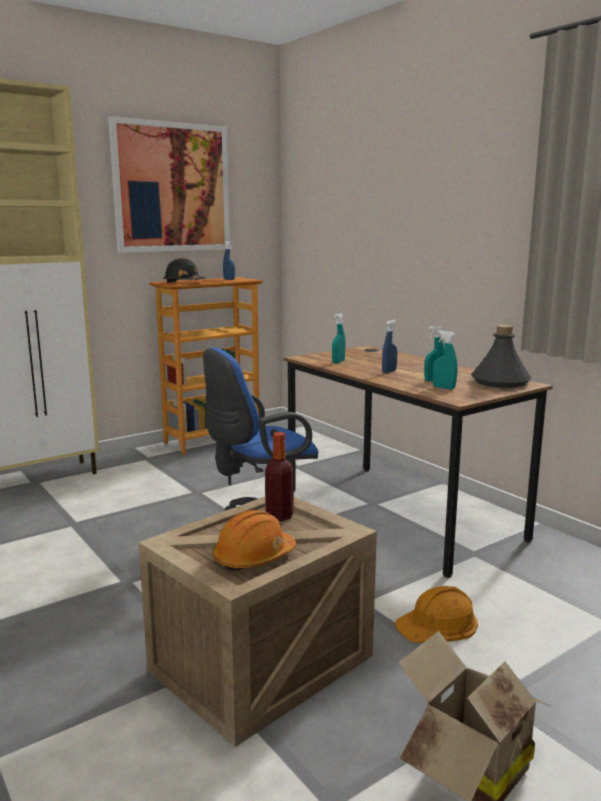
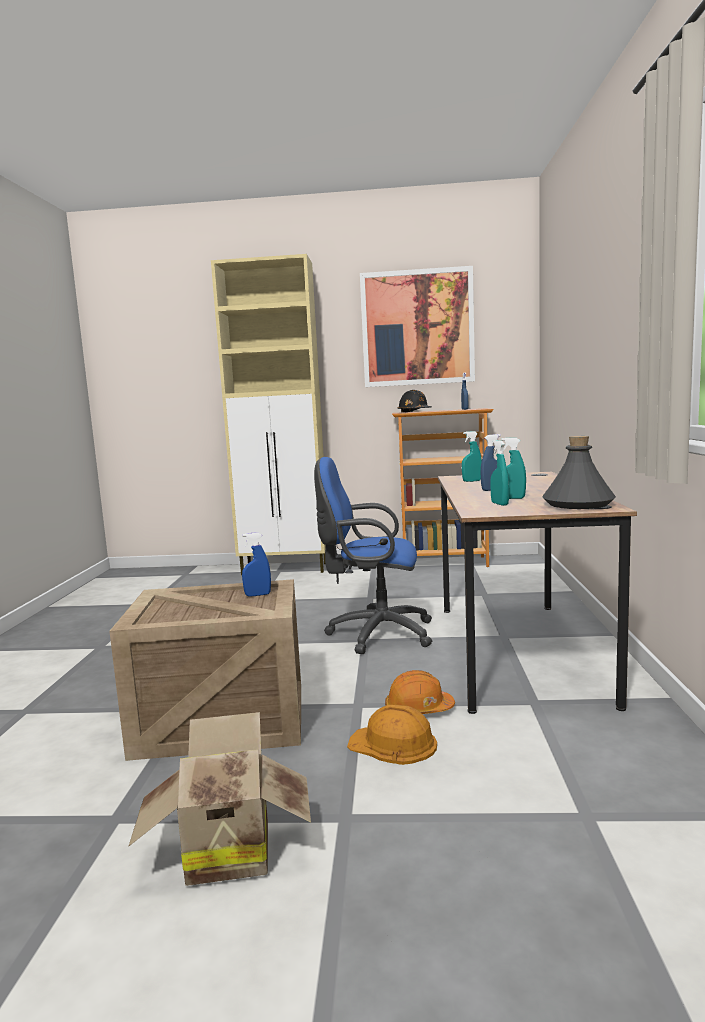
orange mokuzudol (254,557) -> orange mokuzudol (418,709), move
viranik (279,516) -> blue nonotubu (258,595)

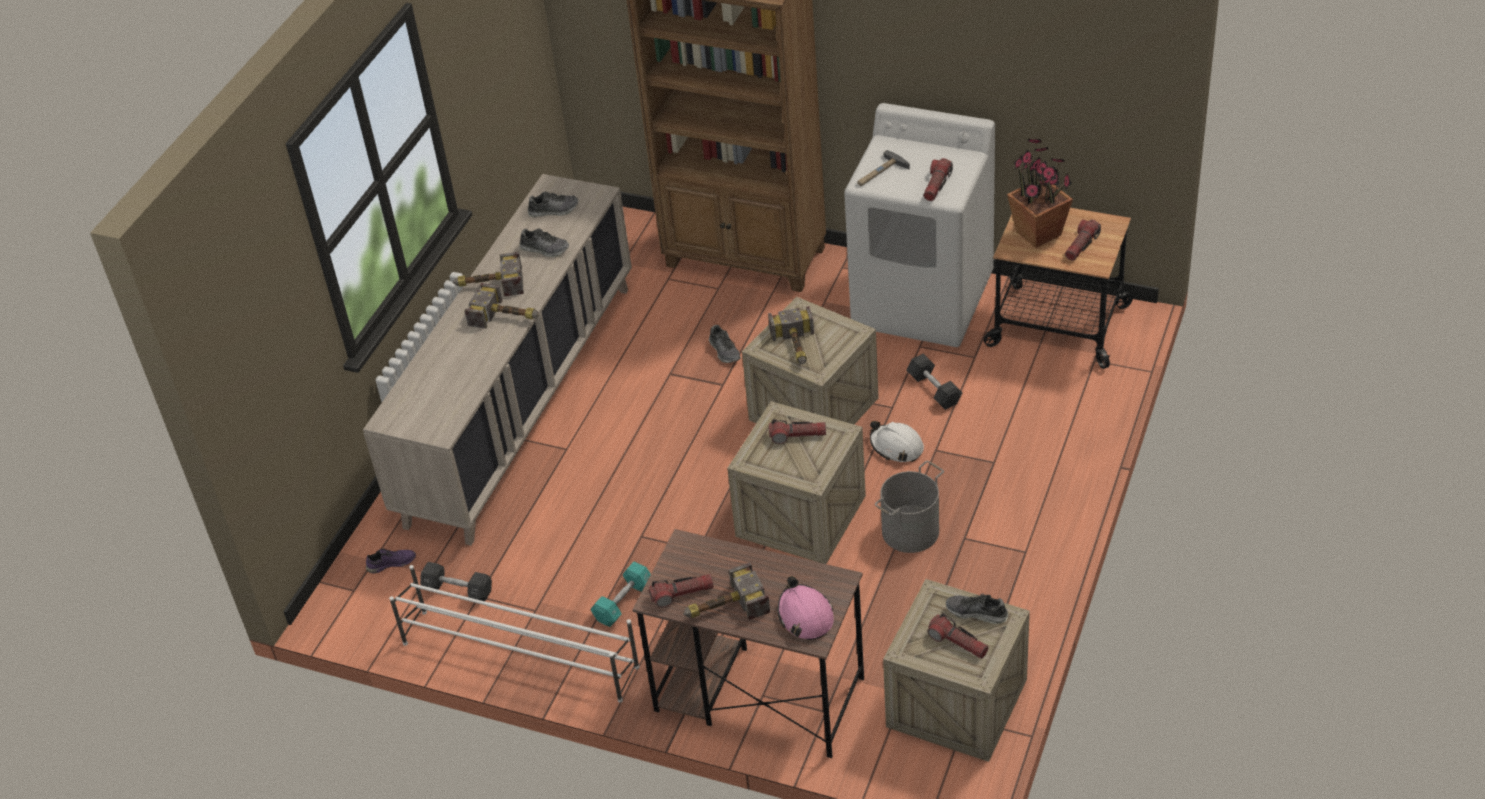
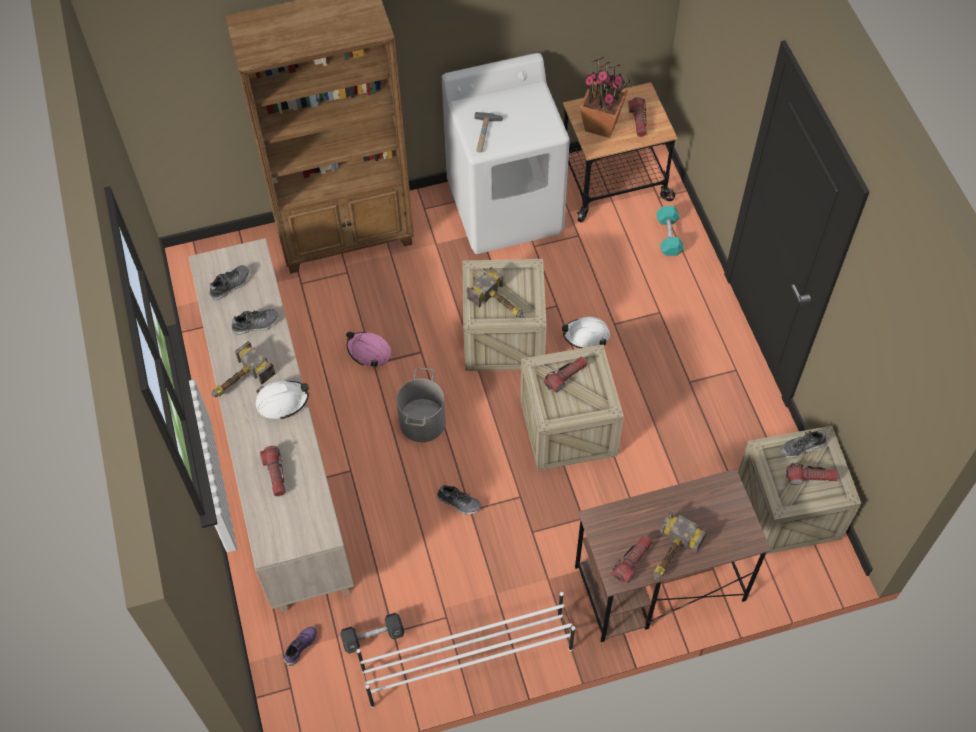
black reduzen (934,390) -> none
turquoise reduzen (623,602) -> turquoise reduzen (668,236), move
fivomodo (724,351) -> fivomodo (459,502), move
pink mokuzudol (805,616) -> pink mokuzudol (369,351), move
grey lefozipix (911,531) -> grey lefozipix (423,421), move
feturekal (936,185) -> feturekal (275,474), move
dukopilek (508,317) -> white mokuzudol (282,401)

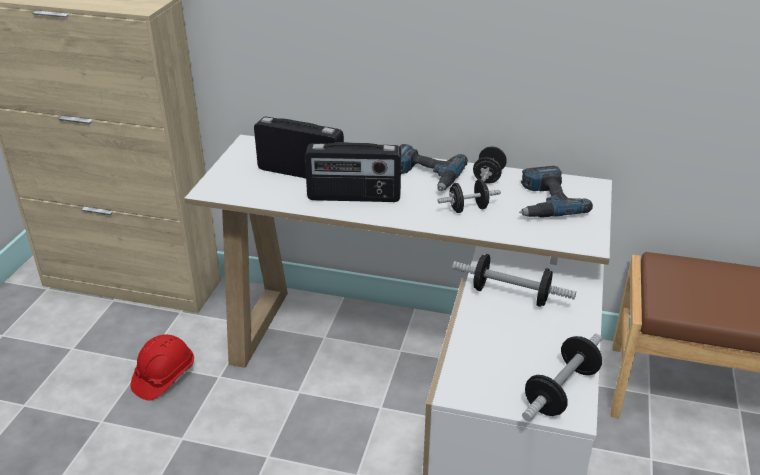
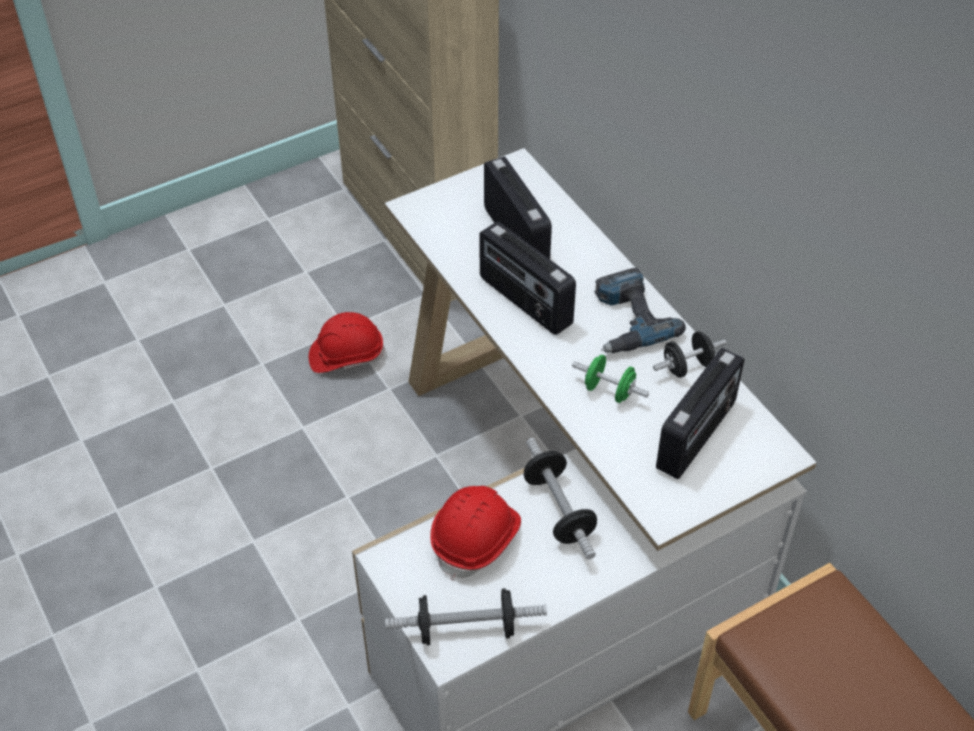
none -> red mokuzudol (476,539)
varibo (544,201) -> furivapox (697,436)
black reduzen (468,209) -> green reduzen (609,391)

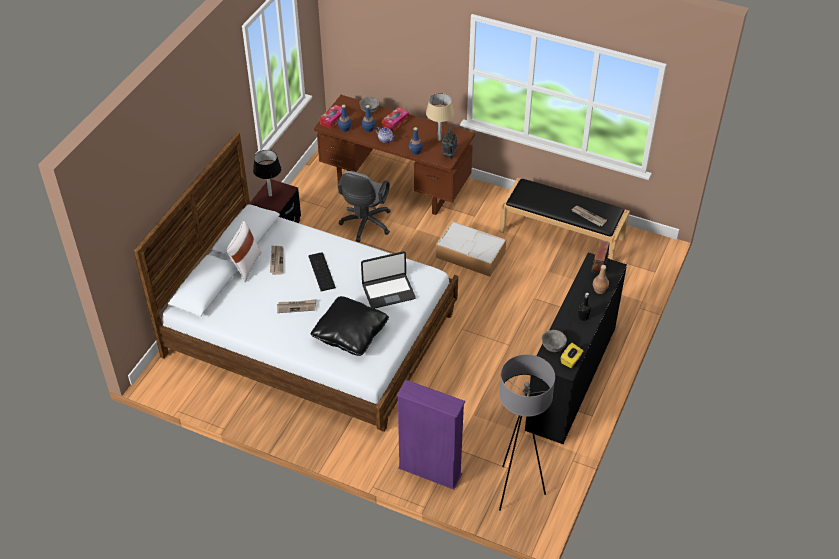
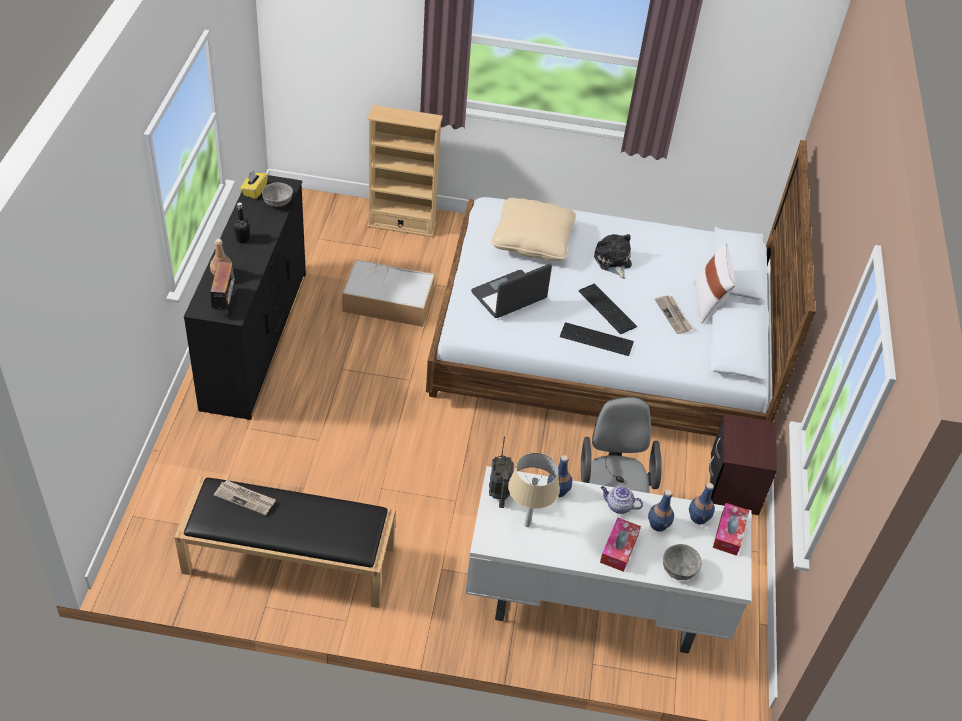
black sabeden (270,195) -> none
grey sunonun (515,489) -> none
none -> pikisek (597,340)
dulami (471,255) -> dulami (387,301), move
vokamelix (296,307) -> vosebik (613,261)
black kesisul (350,333) -> beige kesisul (532,240)
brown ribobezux (396,186) -> white ribobezux (593,606)
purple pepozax (430,471) -> beige pepozax (402,225)

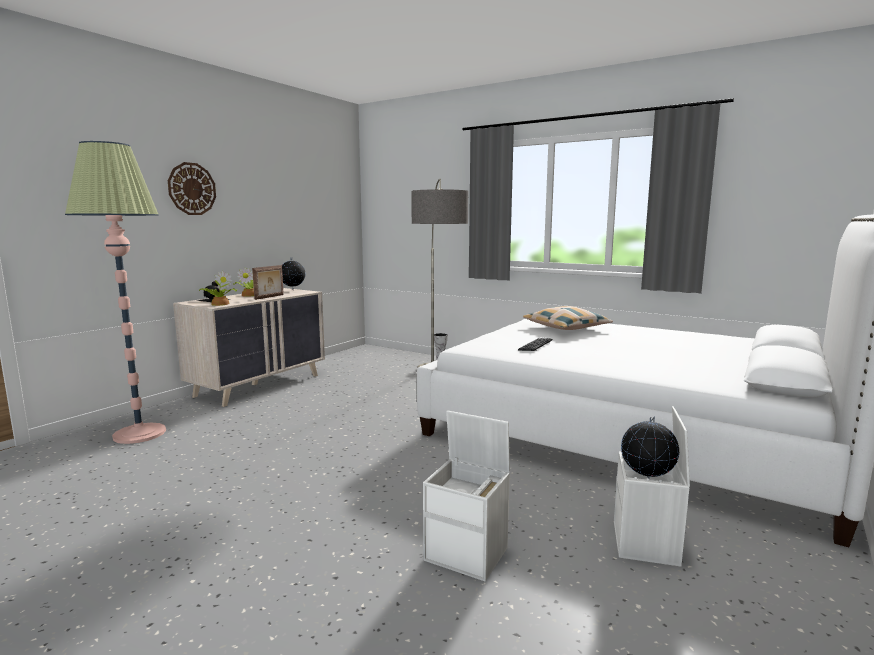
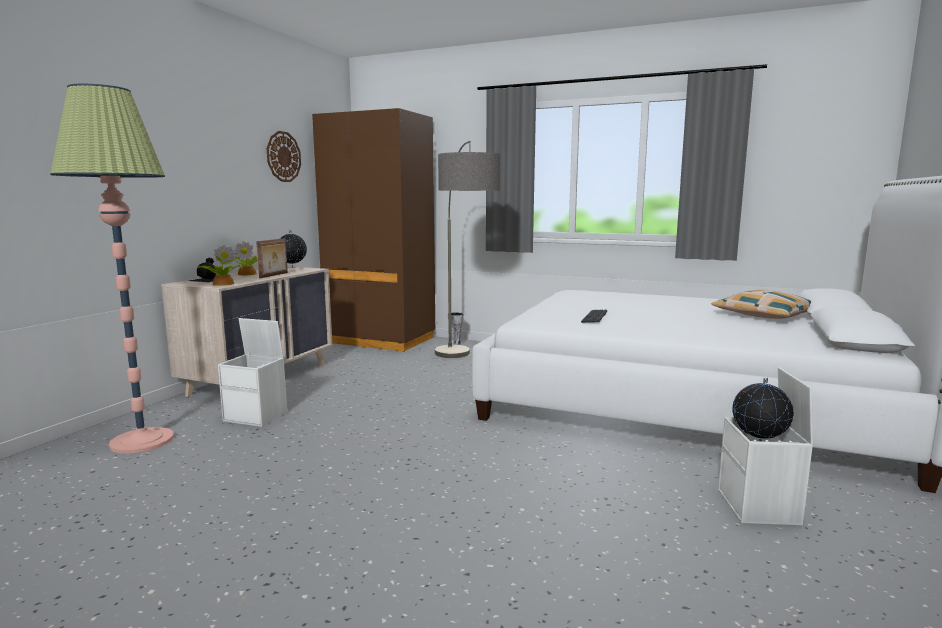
none -> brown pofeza (380,340)
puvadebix (192,189) -> puvadebix (283,156), move
white dulami (468,554) -> white dulami (257,416), move
kesisul (566,327) -> kesisul (764,315), move

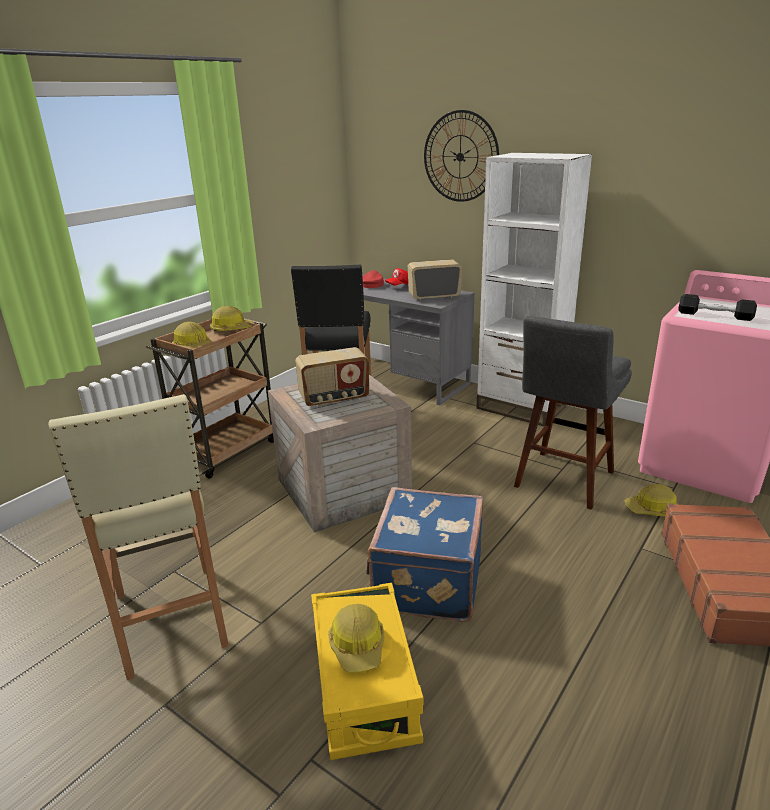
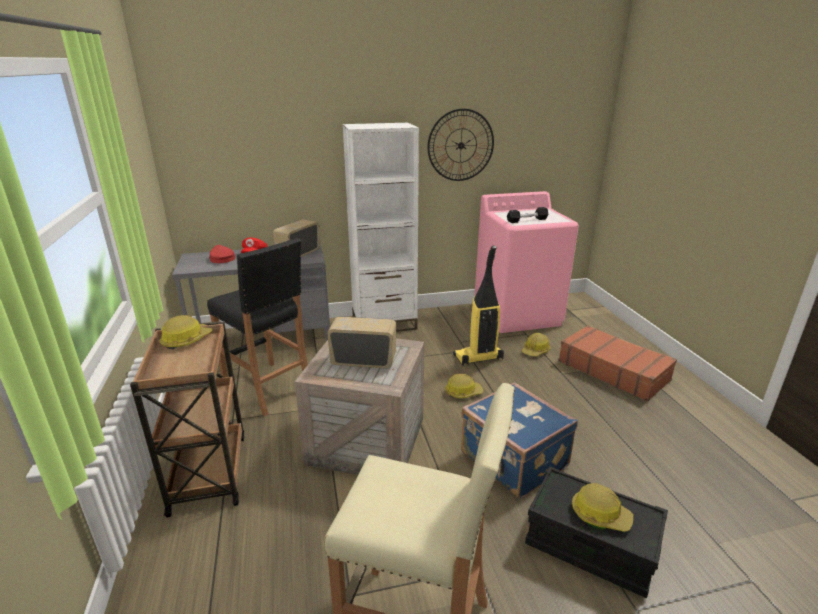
mokuzudol (194,347) -> mokuzudol (463,392), move
puvadebix (460,157) -> puvadebix (461,145), move
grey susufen (562,481) -> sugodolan (478,358)
yellow dulami (365,688) -> black dulami (590,546)
furivapox (334,398) -> furivapox (364,361), 105 degrees counterclockwise

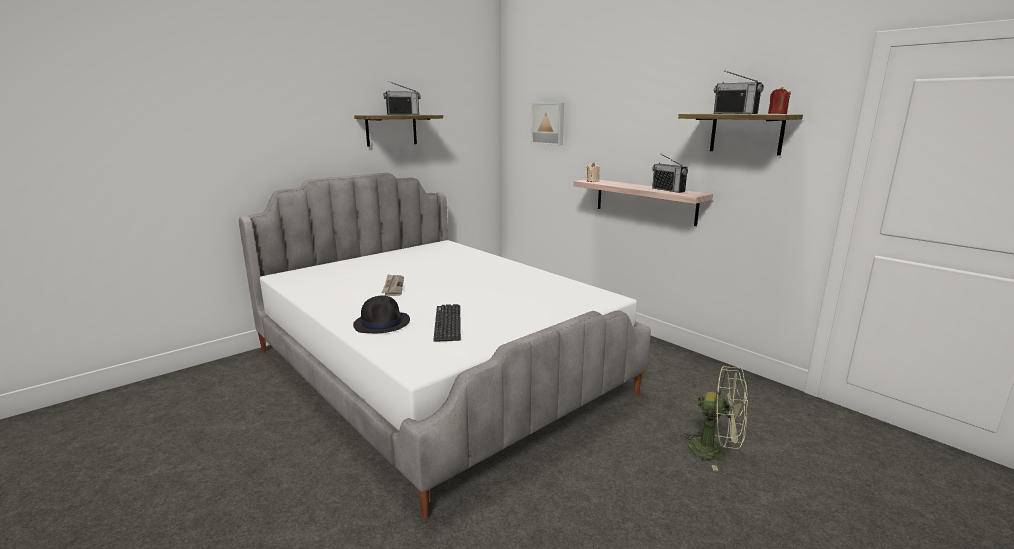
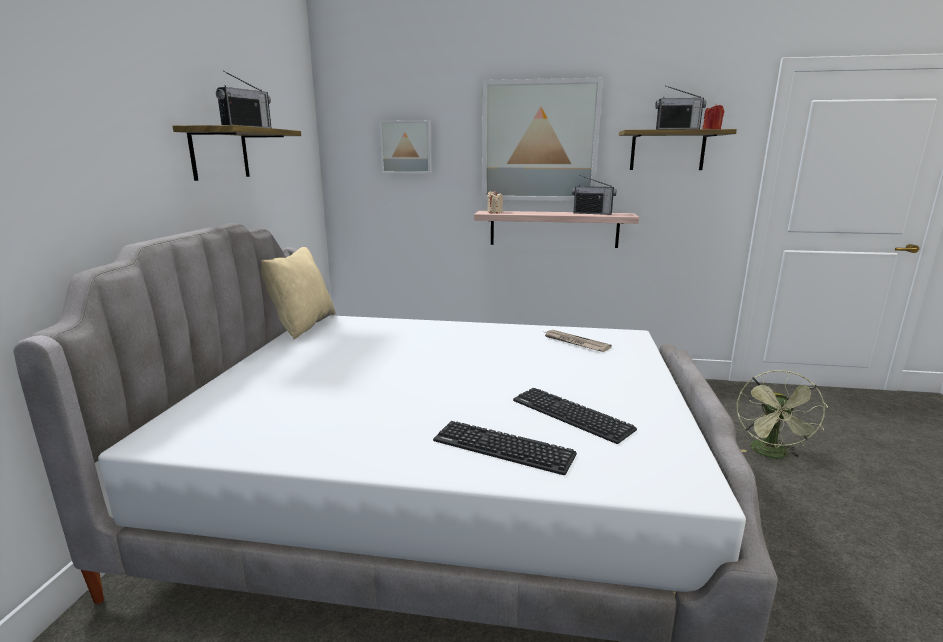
none -> beige kesisul (302,325)
none -> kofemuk (539,141)
vokamelix (393,286) -> vokamelix (575,342), move
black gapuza (382,323) -> pikisek (503,448)
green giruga (715,451) -> green giruga (771,455), 120 degrees clockwise

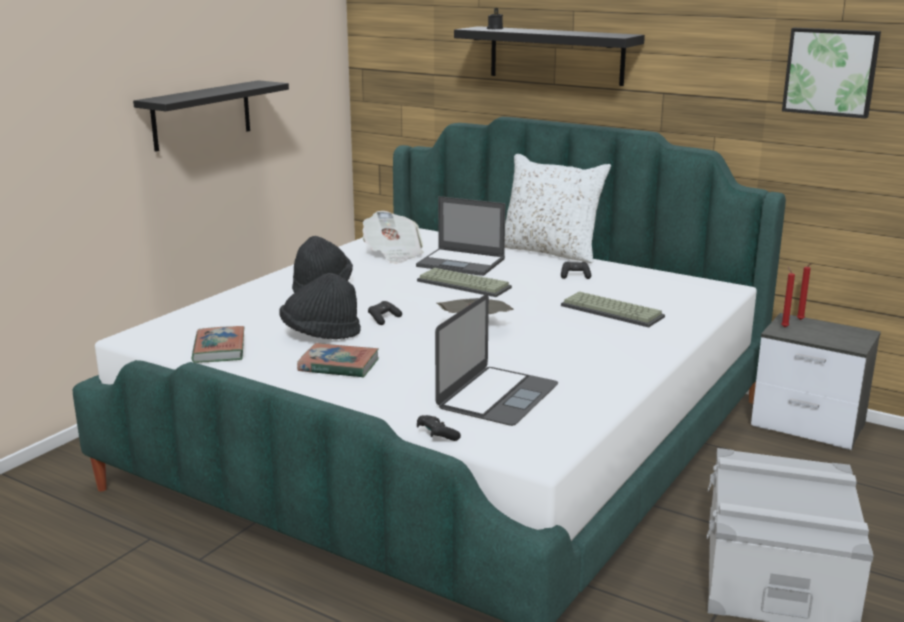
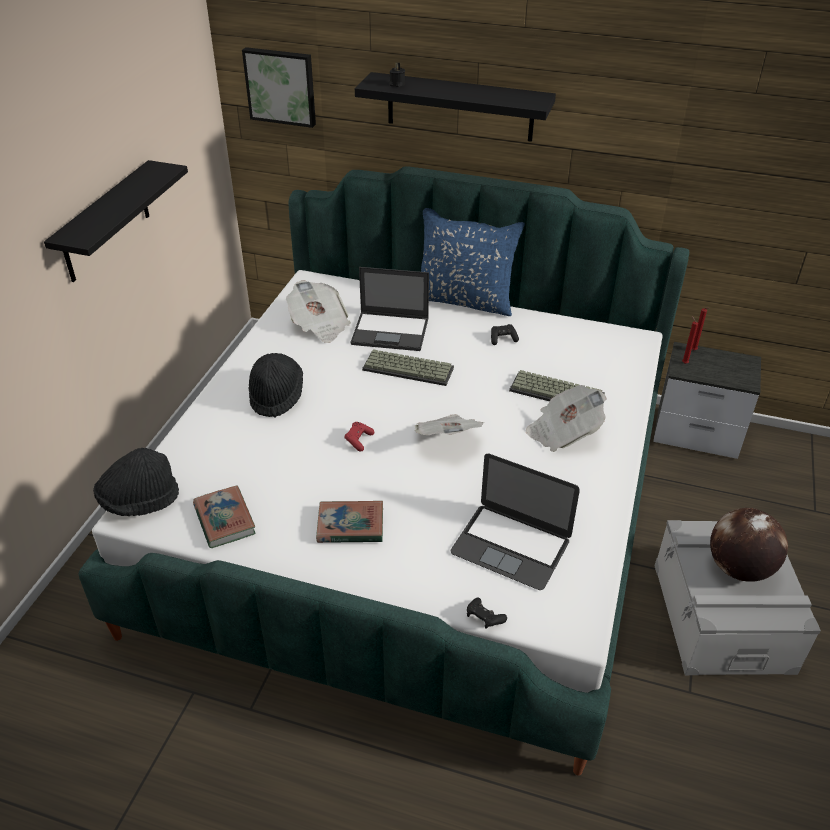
none -> vokamelix (563,432)
none -> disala (738,568)
black gapuza (320,334) -> black gapuza (139,501), move
kofemuk (831,72) -> kofemuk (281,86), move
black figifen (383,319) -> red figifen (358,440)
white kesisul (550,252) -> blue kesisul (464,300)
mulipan (497,396) -> mulipan (511,546), 105 degrees clockwise

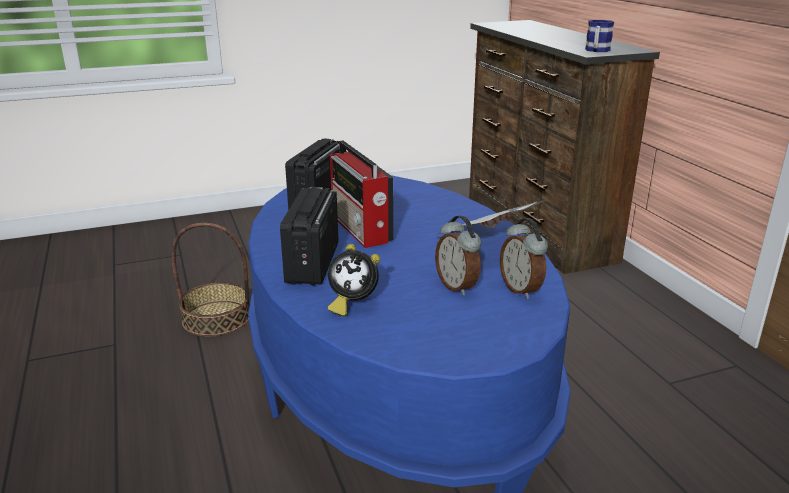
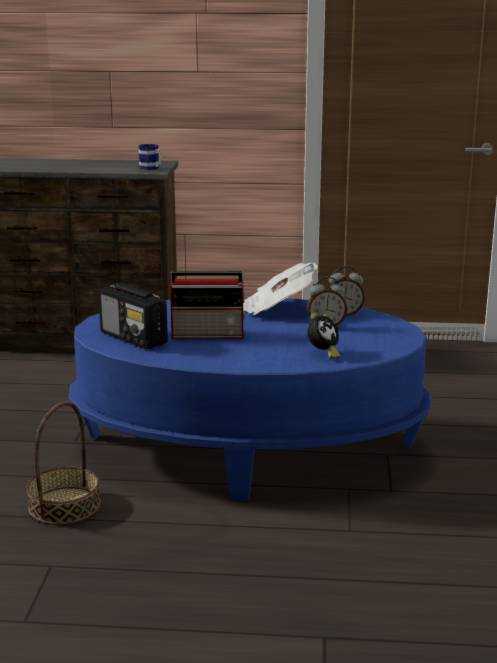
furivapox (312,263) -> none

